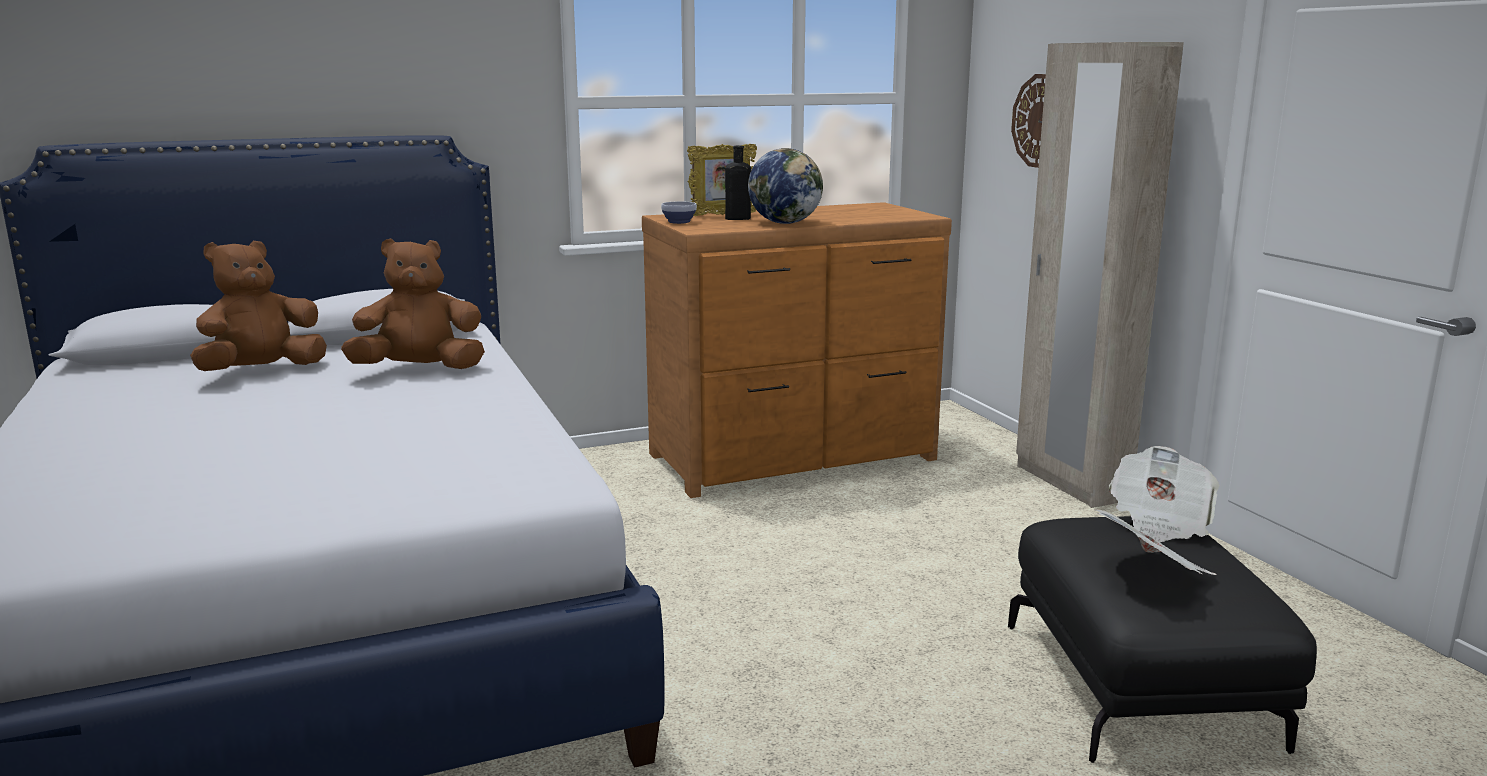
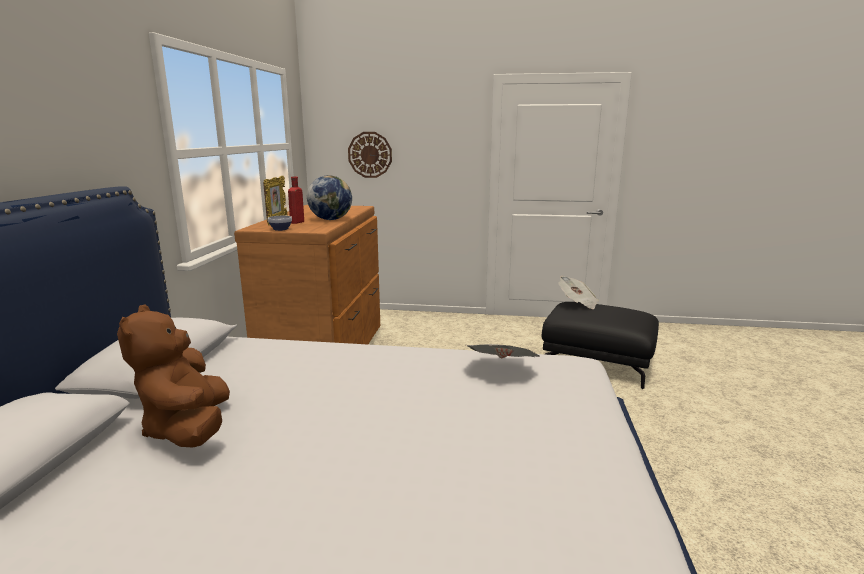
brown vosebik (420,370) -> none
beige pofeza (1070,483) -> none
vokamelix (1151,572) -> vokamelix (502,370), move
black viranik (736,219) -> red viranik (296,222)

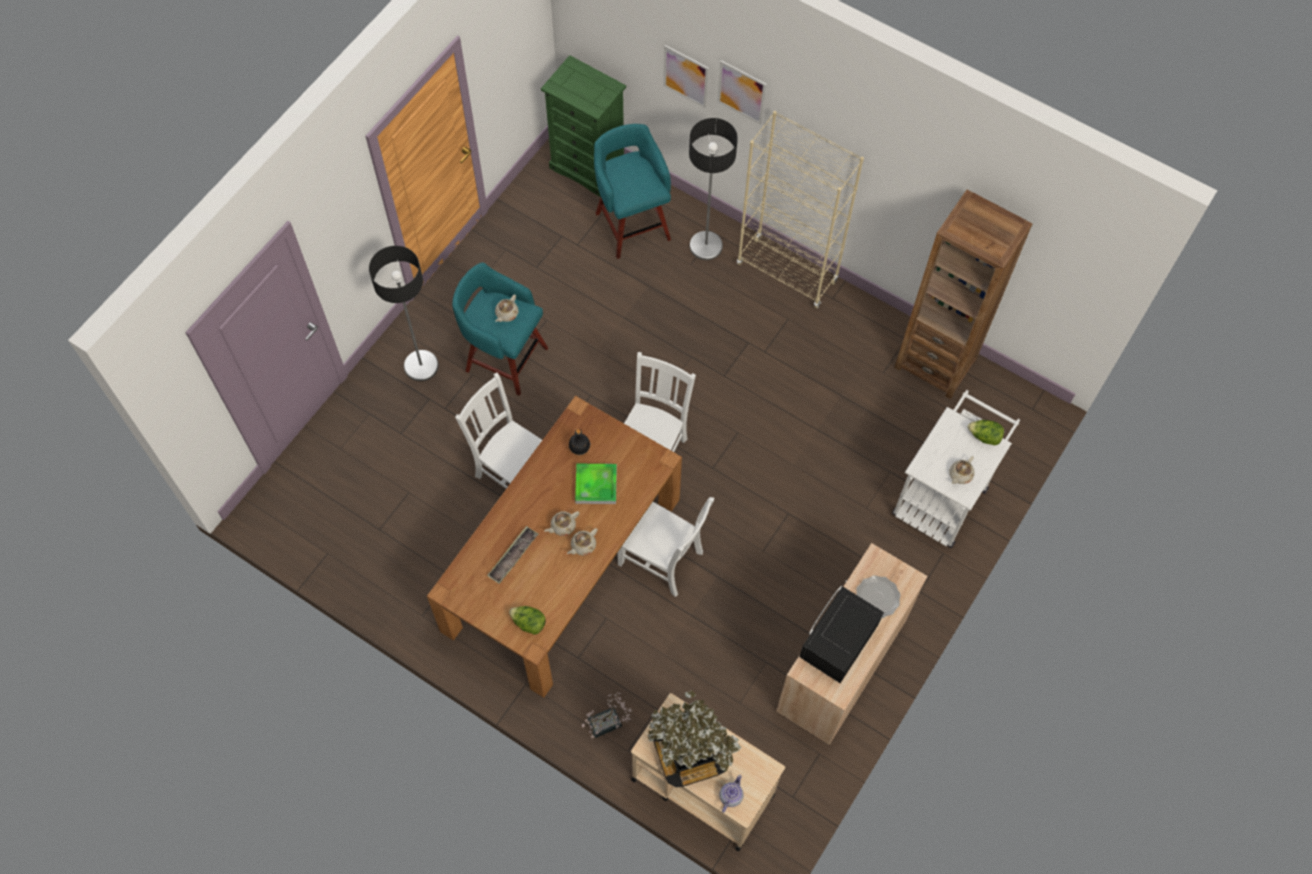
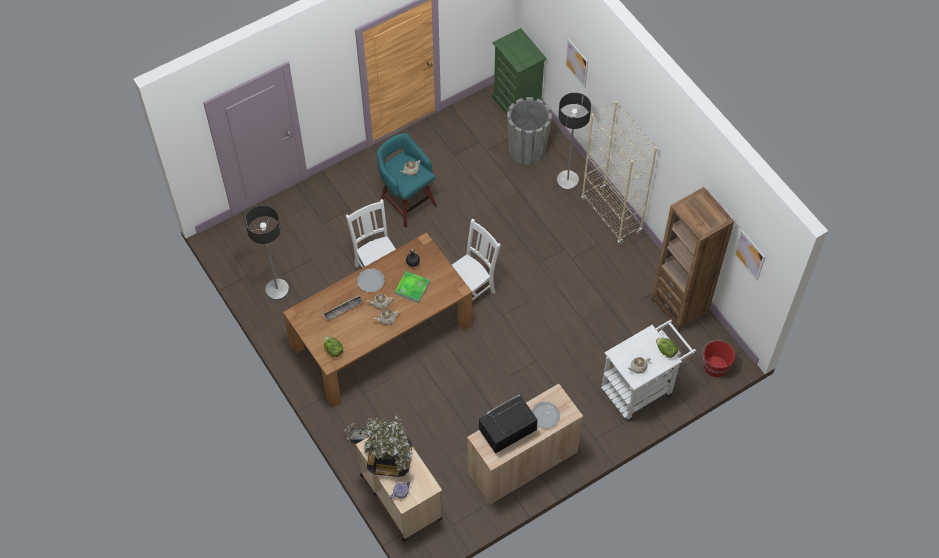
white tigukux (663,560) -> none
none -> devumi (371,281)
none -> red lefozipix (715,366)
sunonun (421,366) -> sunonun (277,289), move
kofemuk (741,92) -> kofemuk (749,255), move
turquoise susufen (632,224) -> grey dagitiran (527,150)

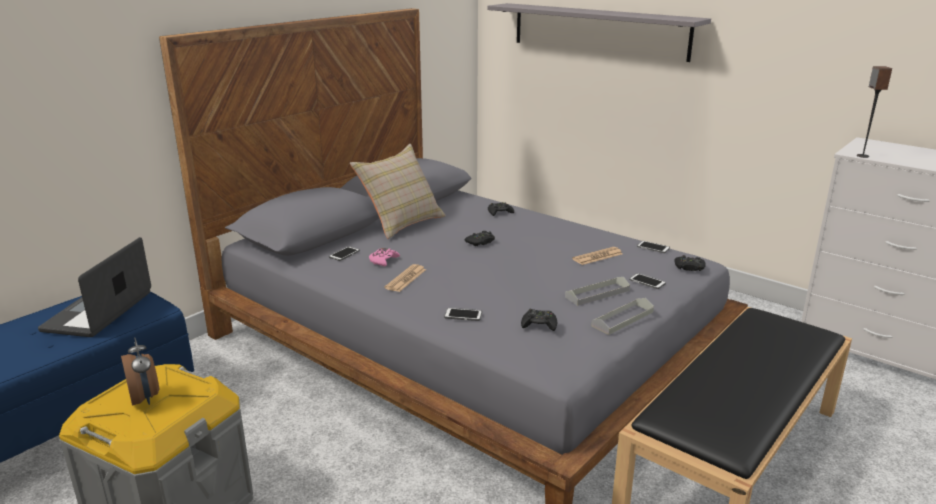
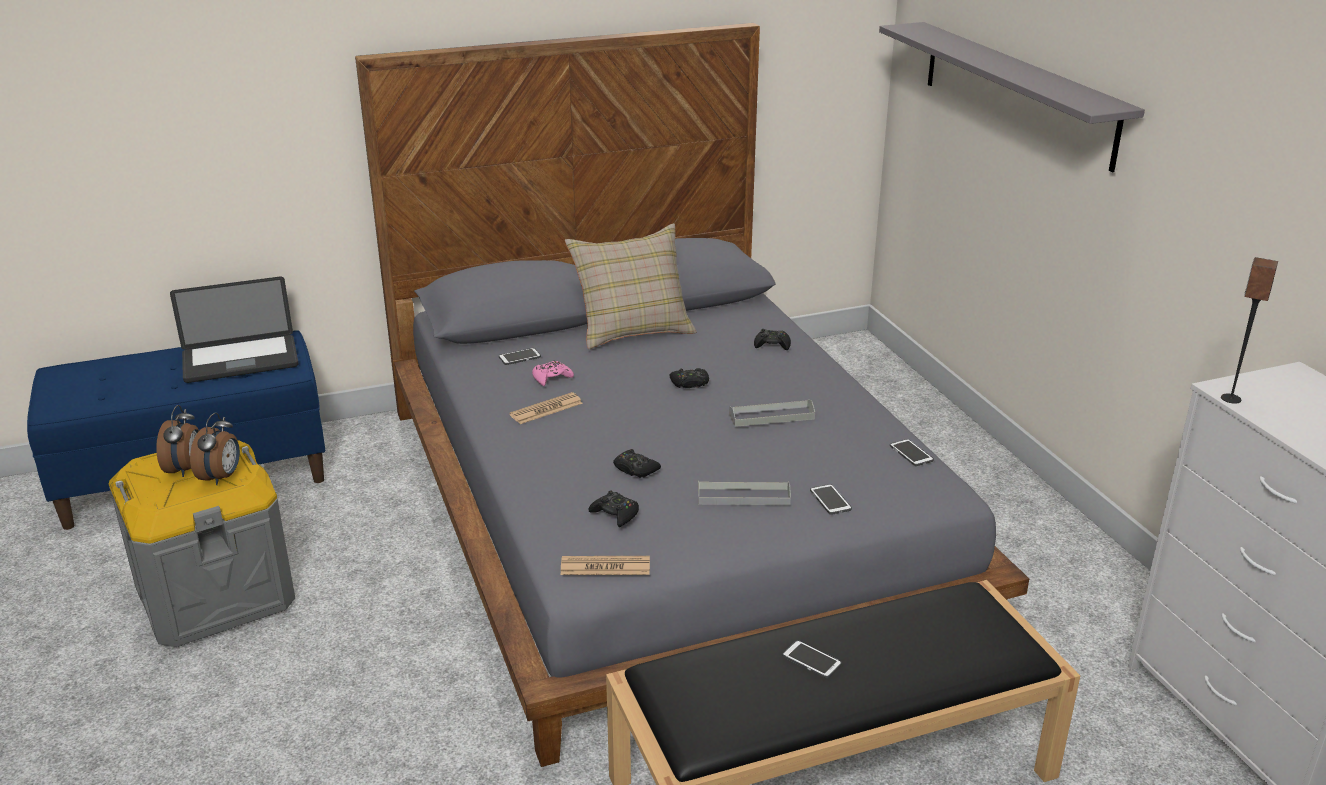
none -> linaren (222,477)
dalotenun (463,315) -> dalotenun (811,660), move
vokamelix (597,256) -> vokamelix (605,567), move
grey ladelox (622,319) -> grey ladelox (771,416), move
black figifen (689,267) -> black figifen (635,469), move
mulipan (98,311) -> mulipan (240,361), 150 degrees counterclockwise

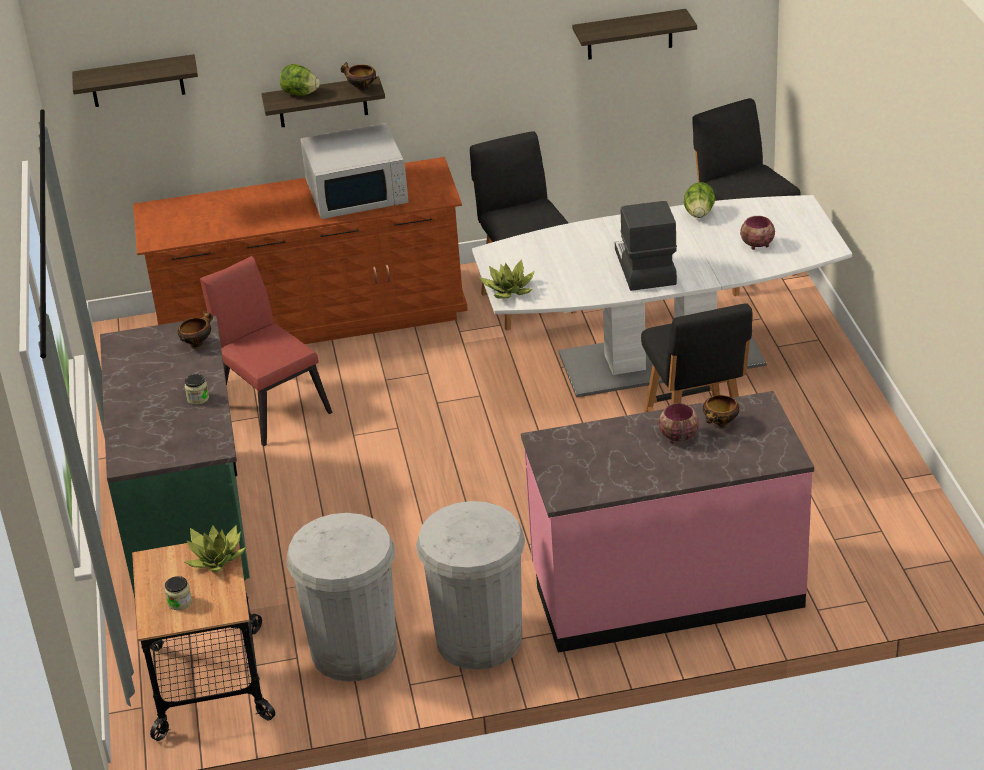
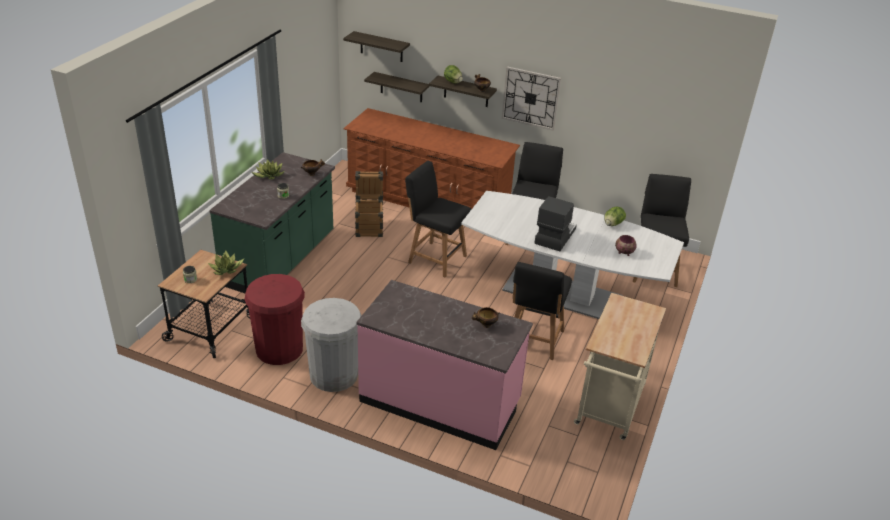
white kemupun (358,193) -> none
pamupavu (677,436) -> none
none -> black tigukux (435,258)
none -> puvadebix (531,98)
none -> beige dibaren (609,409)
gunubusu (508,291) -> gunubusu (268,175), move
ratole (629,34) -> ratole (401,87), move
red tigukux (270,405) -> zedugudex (369,226)
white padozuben (354,650) -> red padozuben (279,349)

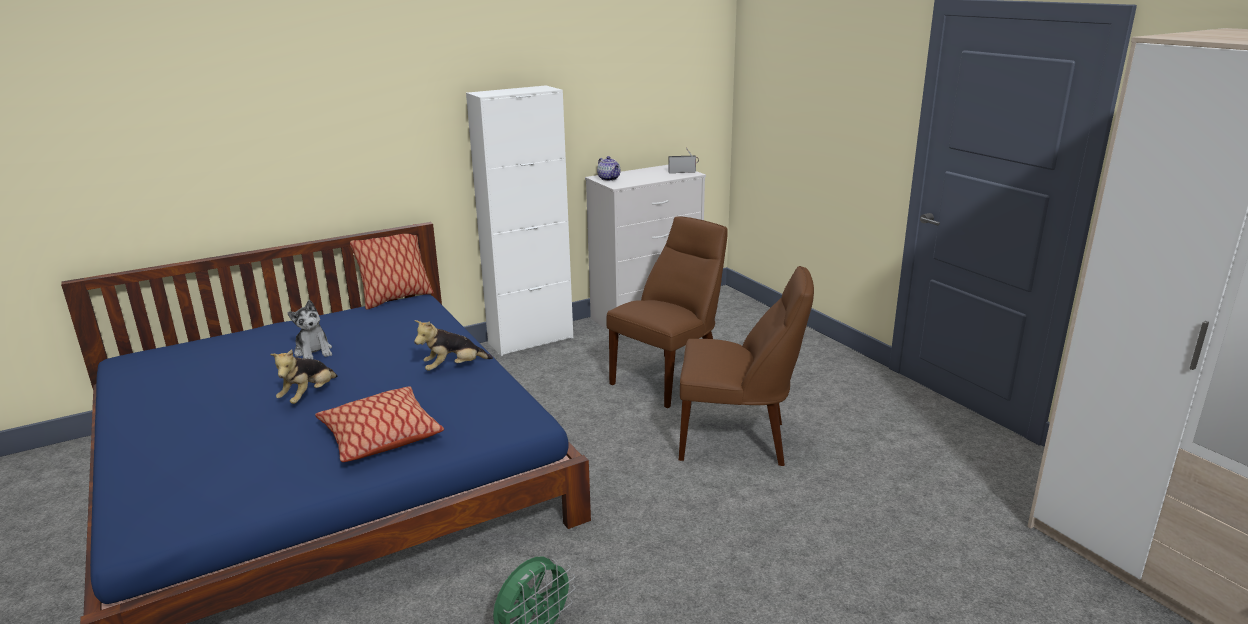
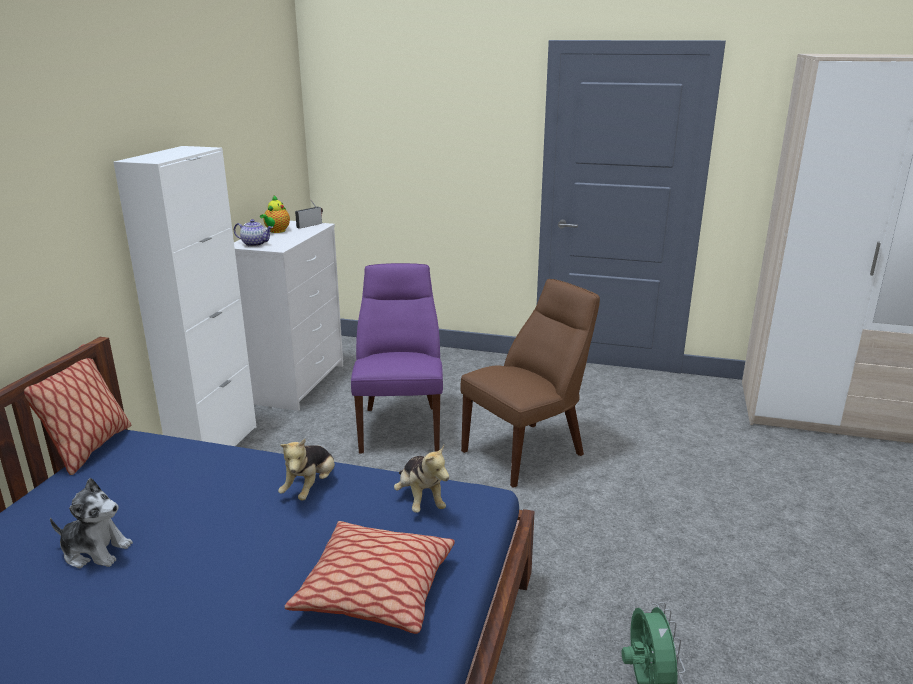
none -> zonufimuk (276,231)
vosebik (309,396) -> vosebik (420,500), move
brown tigukux (670,378) -> purple tigukux (401,426)

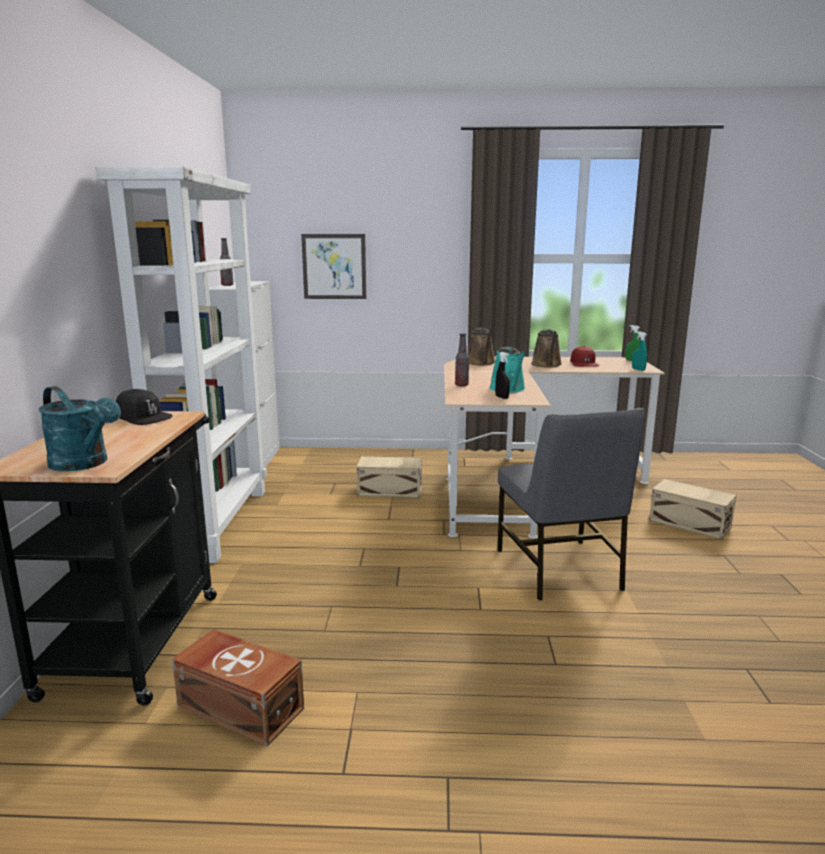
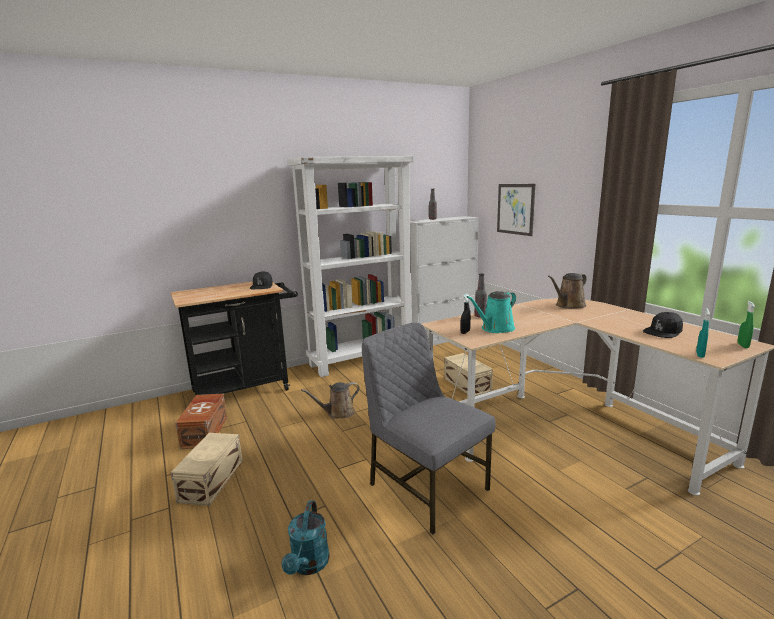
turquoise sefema (84,464) -> turquoise sefema (308,565), move
brown sefema (547,365) -> brown sefema (338,413), move
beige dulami (690,524) -> beige dulami (210,481), move
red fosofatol (583,363) -> black fosofatol (663,332)
grey tigukux (560,570) -> grey tigukux (426,486), 90 degrees clockwise

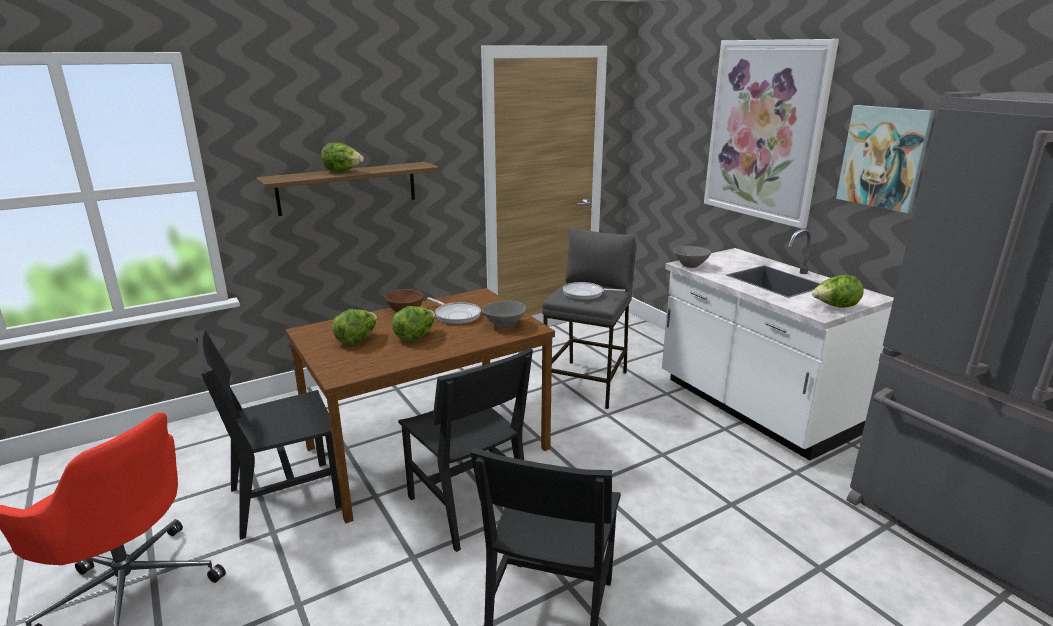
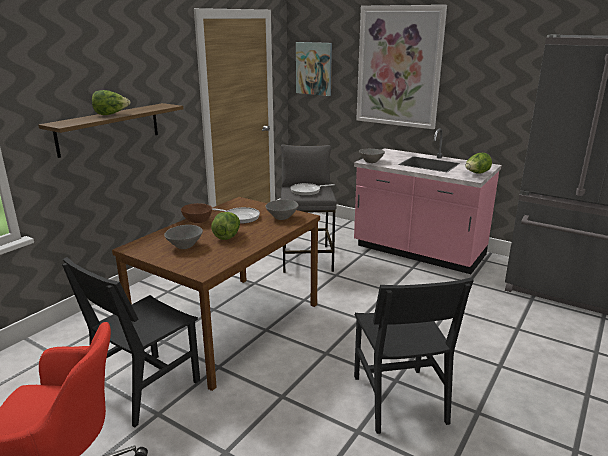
black tigukux (467,506) -> none
kofemuk (883,157) -> kofemuk (314,68), move
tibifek (357,340) -> grey pamupavu (184,246)
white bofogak (752,407) -> pink bofogak (418,252)

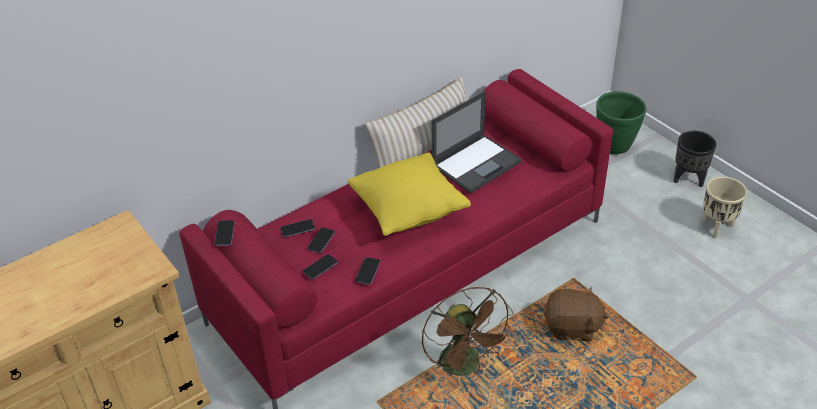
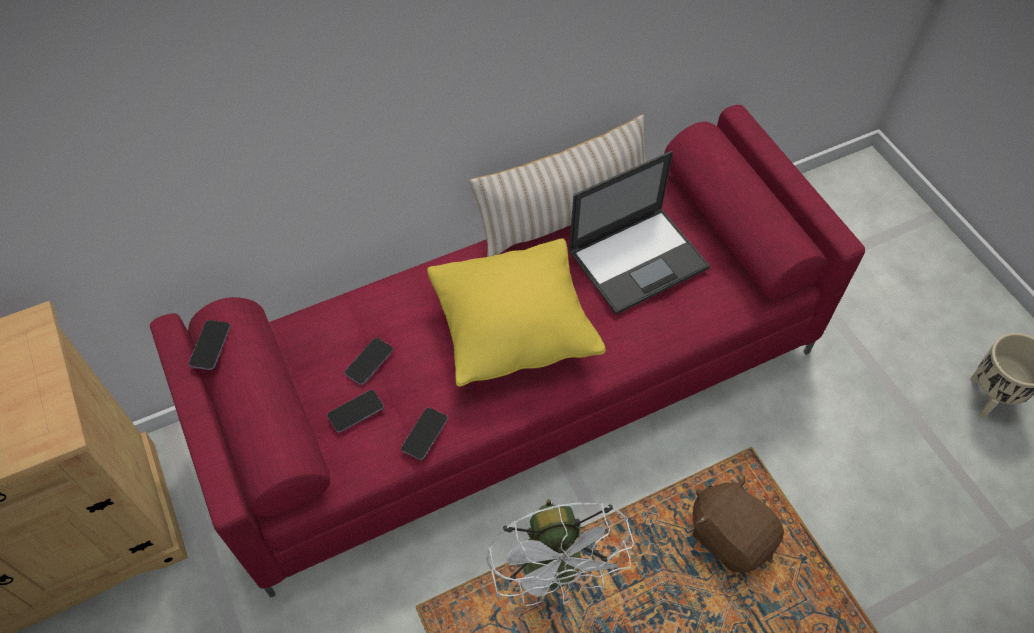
dalotenun (297,229) -> none
green dagitiran (615,146) -> none
black dagitiran (688,179) -> none
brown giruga (465,367) -> white giruga (557,573)
brown vosebik (572,327) -> brown vosebik (730,535), 150 degrees counterclockwise

